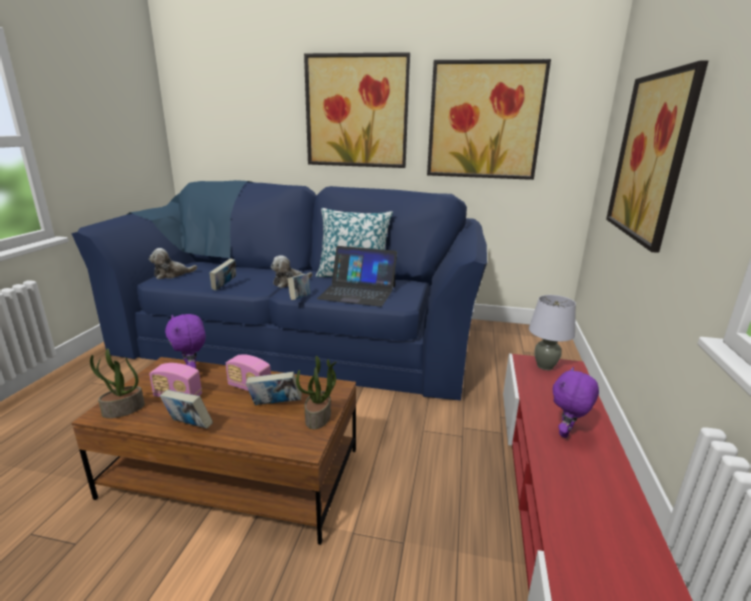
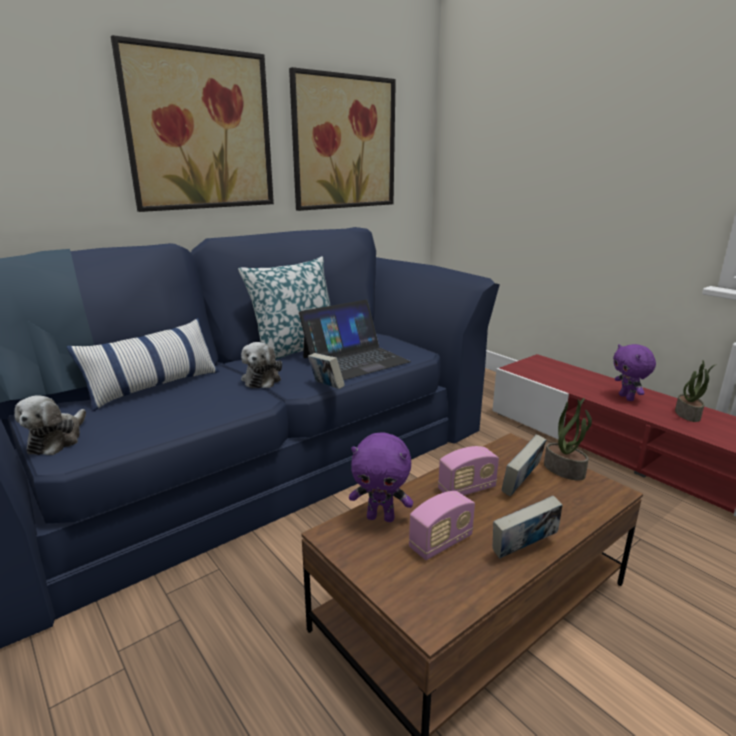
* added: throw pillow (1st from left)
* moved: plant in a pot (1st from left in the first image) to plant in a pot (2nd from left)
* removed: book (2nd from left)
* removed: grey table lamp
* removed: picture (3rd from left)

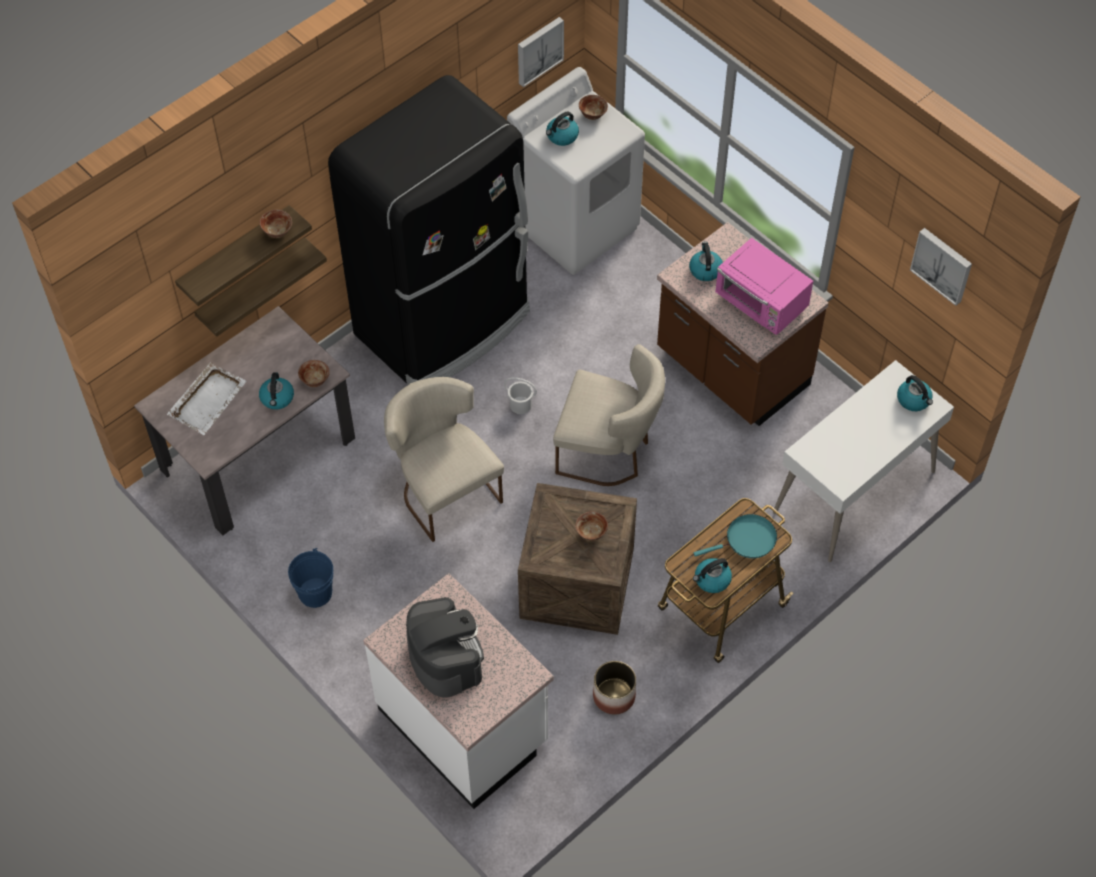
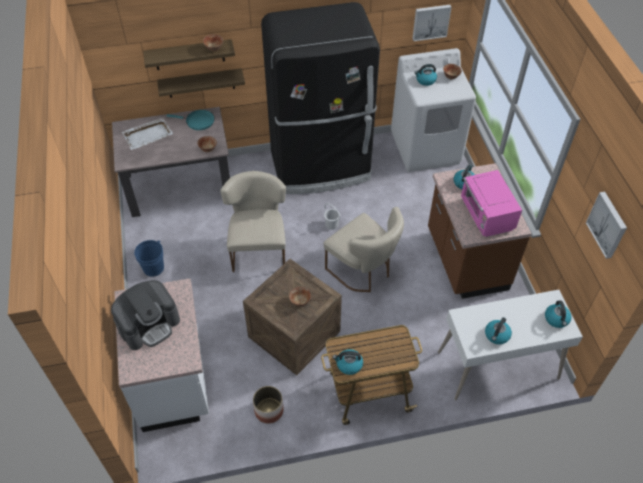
* turned: coffee machine 45 degrees clockwise
* moved: blue-green frying pan
* moved: tea kettle (1st from left in the first image) to tea kettle (4th from left)

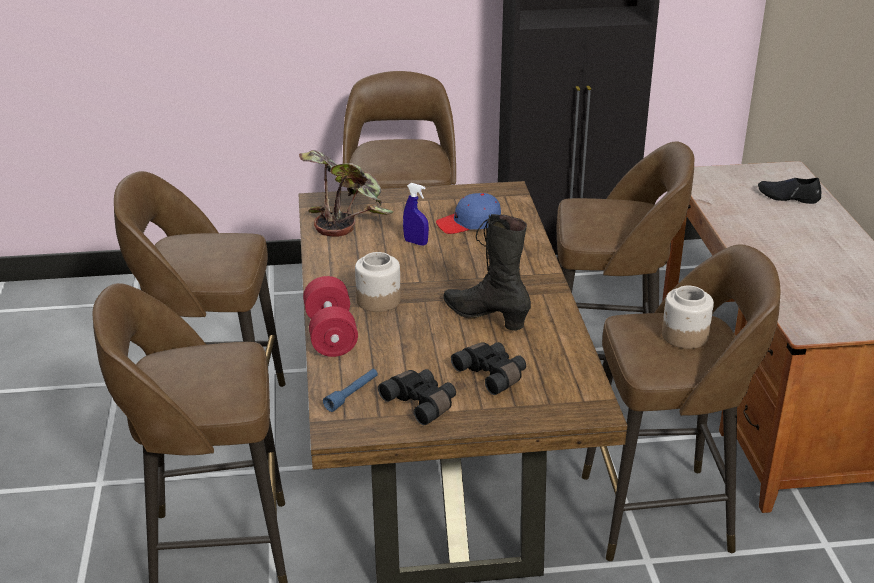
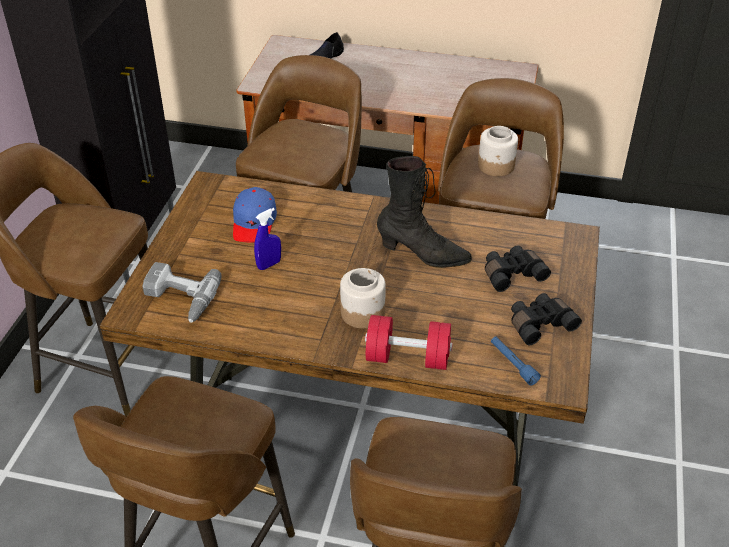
* replaced: plant in a pot to power drill
* turned: black boot 135 degrees counterclockwise

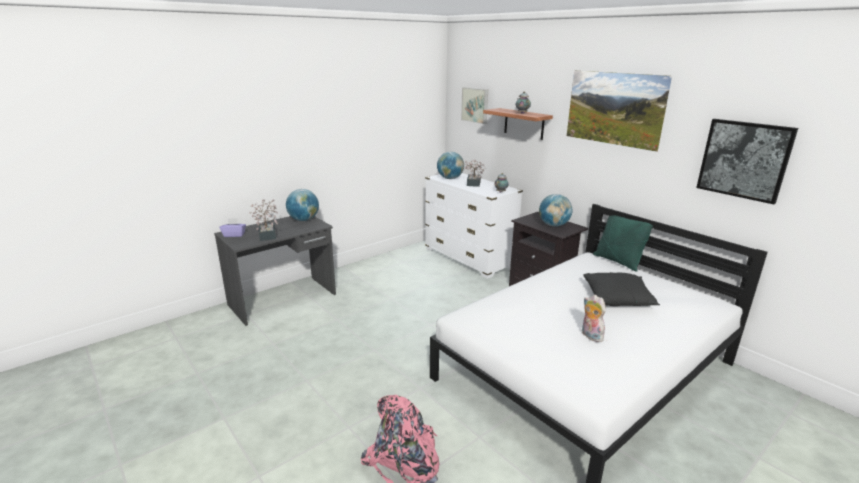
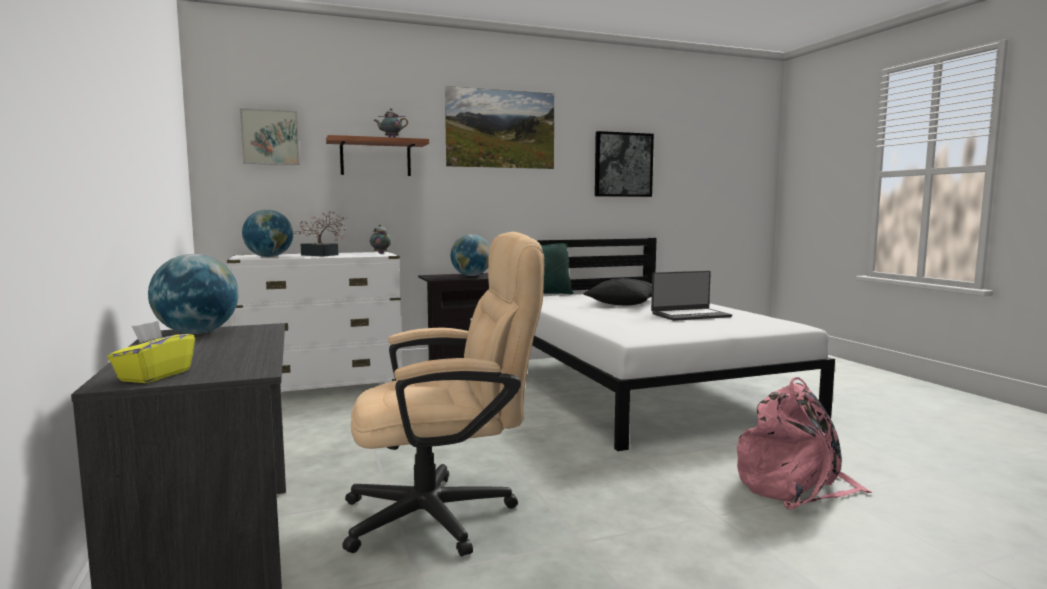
* recoloured: purple-coloured tissue box to yellow-coloured tissue box
* added: beige-coloured computer chair
* replaced: plush toy to laptop
* removed: plant in a pot (1st from left)

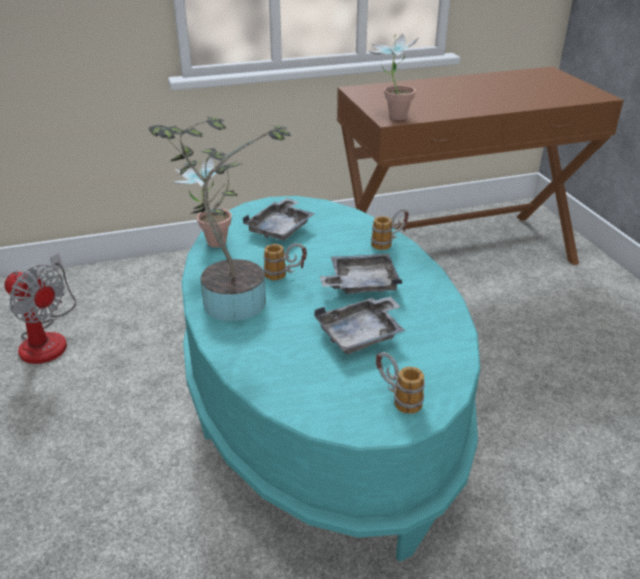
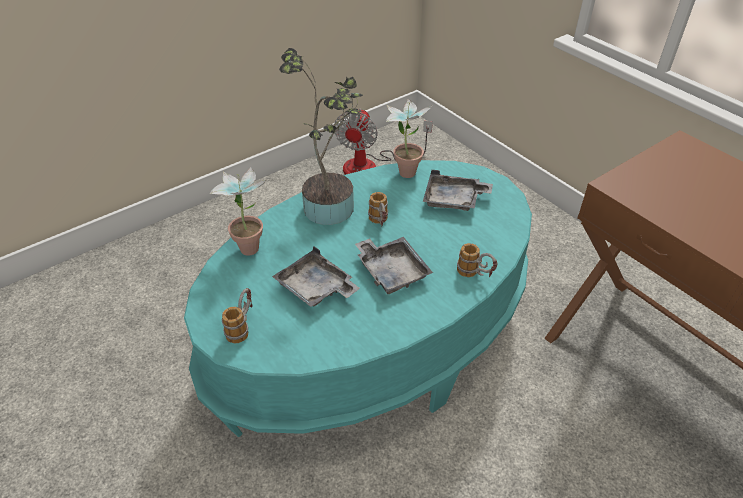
* moved: plant in a pot (3rd from left in the first image) to plant in a pot (1st from left)

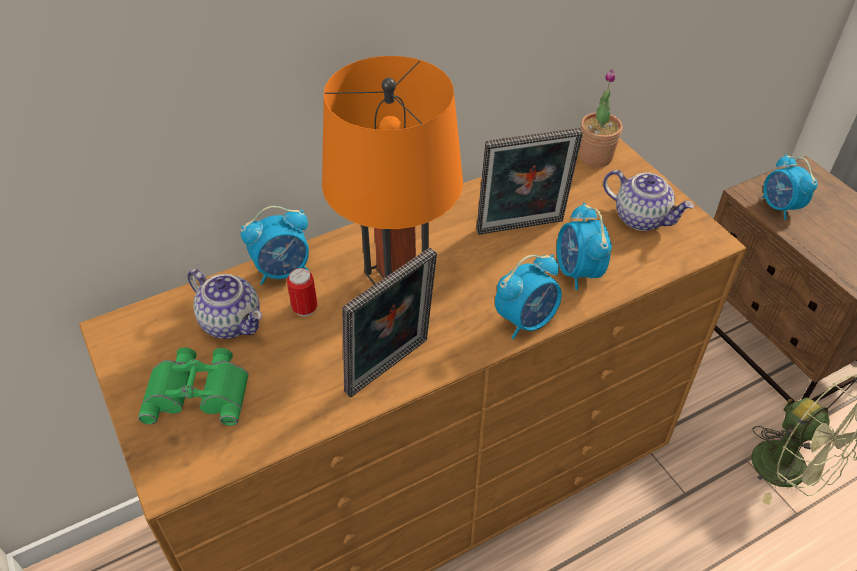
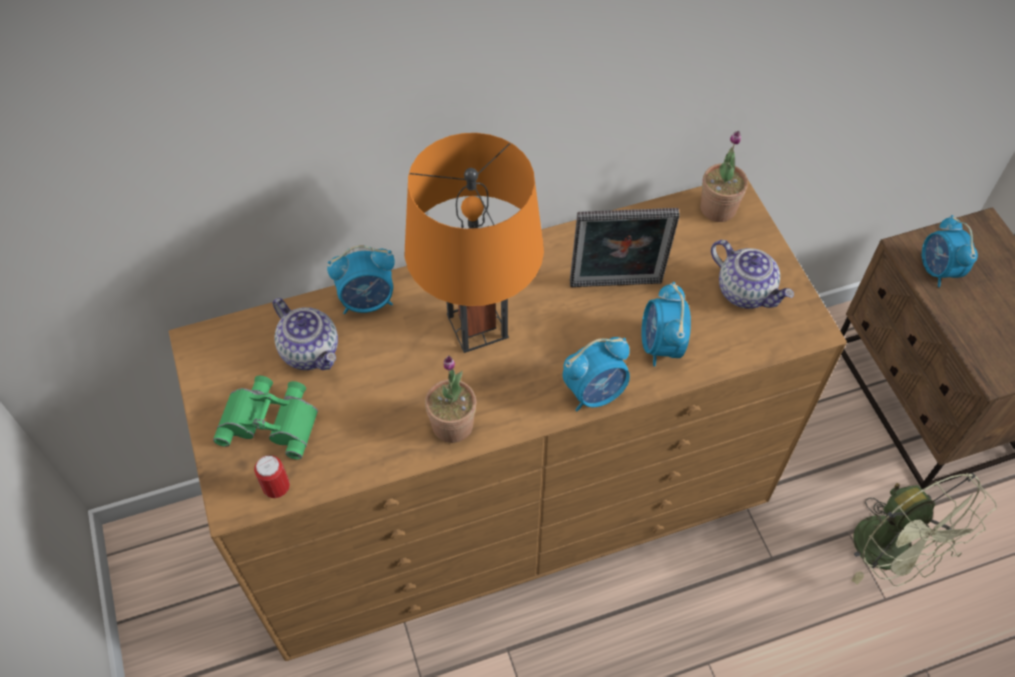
* moved: can
* replaced: picture frame (1st from left) to plant in a pot (1st from left)

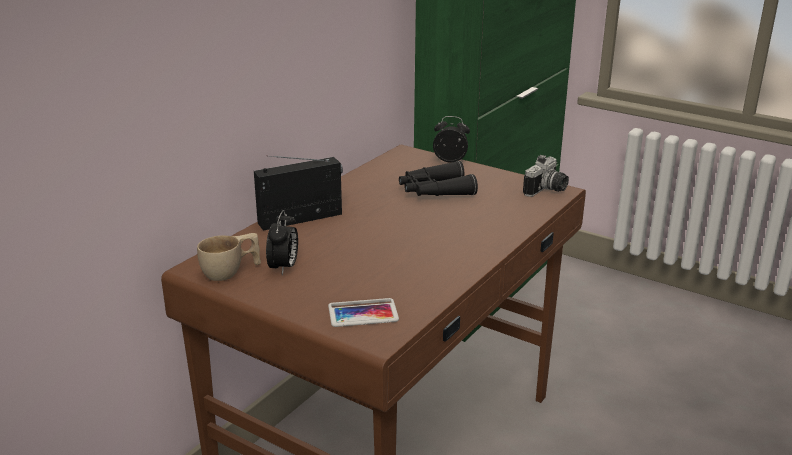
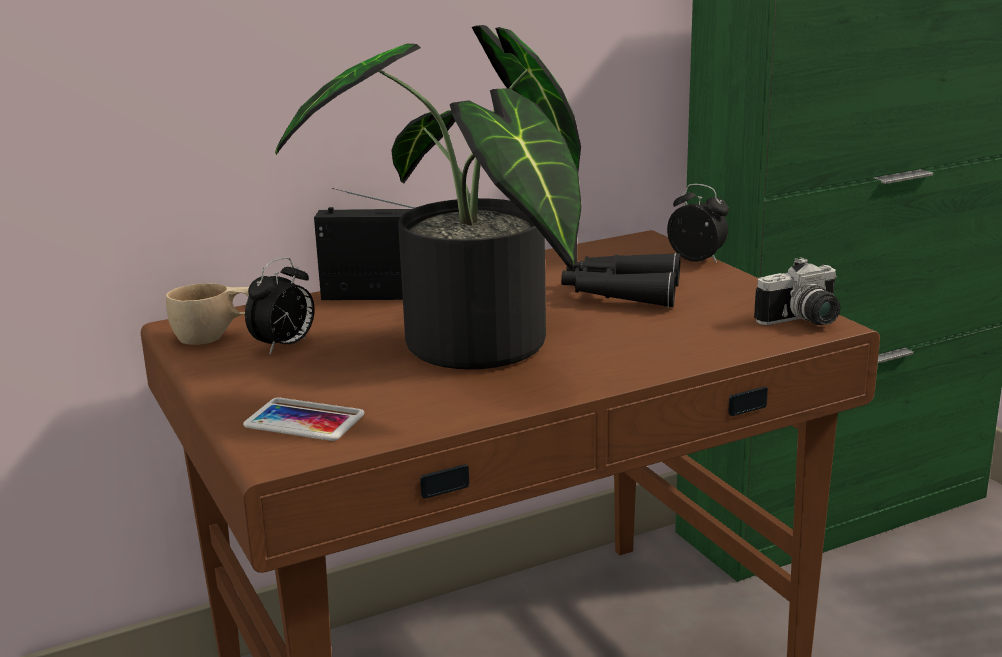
* added: plant in a pot

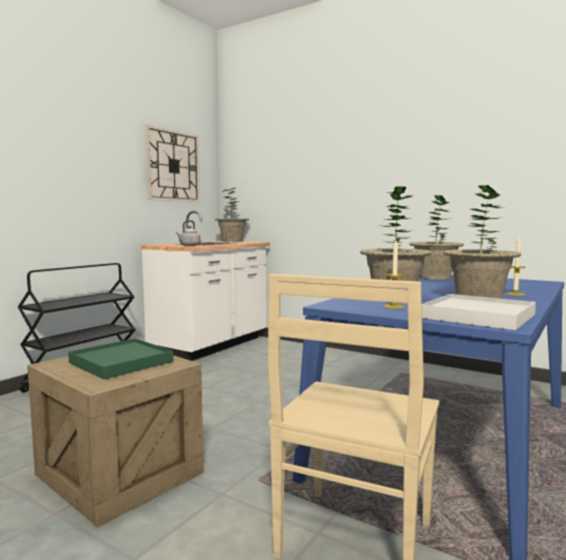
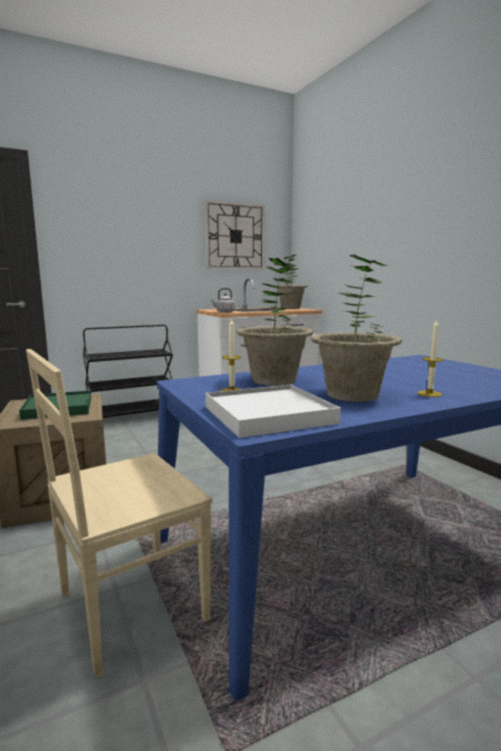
* removed: plant in a pot (3rd from left)

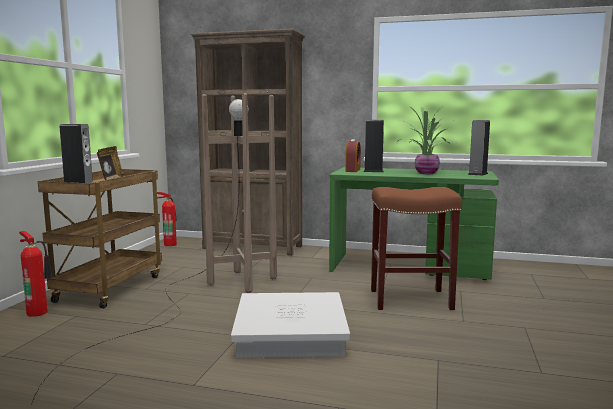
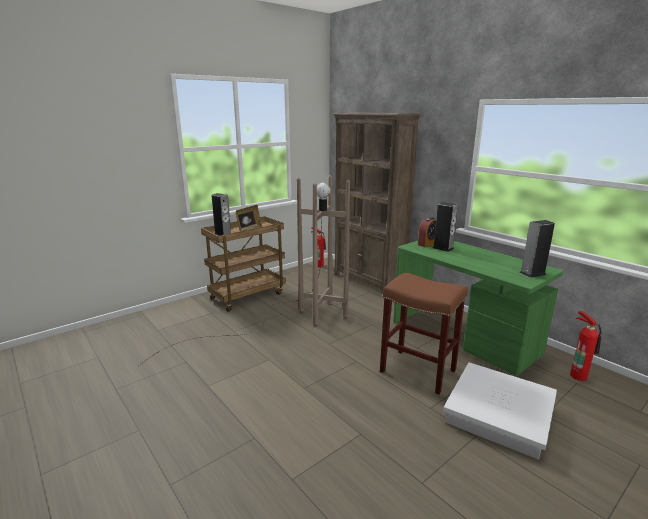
* moved: whitish storage container
* moved: fire extinguisher (1st from left in the first image) to fire extinguisher (2nd from left)
* removed: plant in a pot

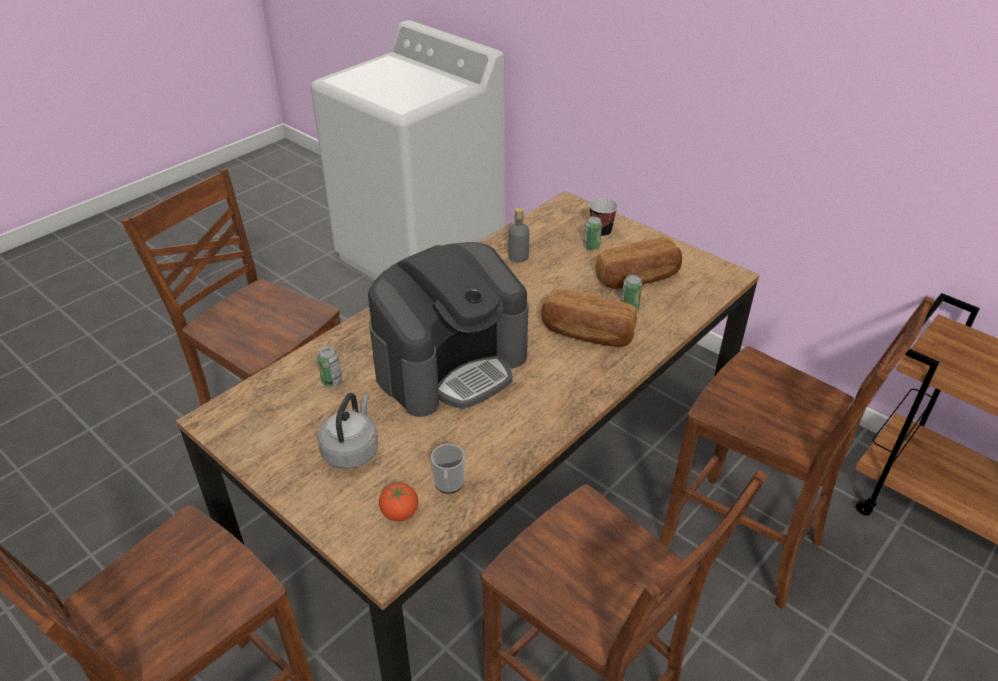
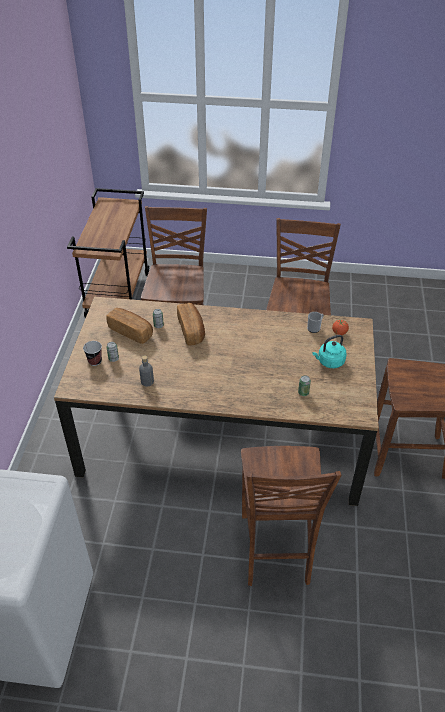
* recoloured: grey tea kettle to blue-green tea kettle
* removed: coffee machine

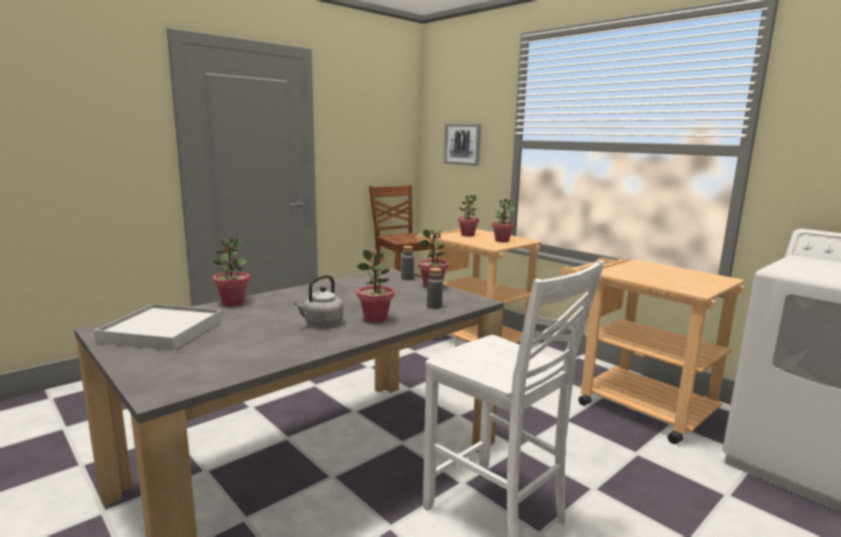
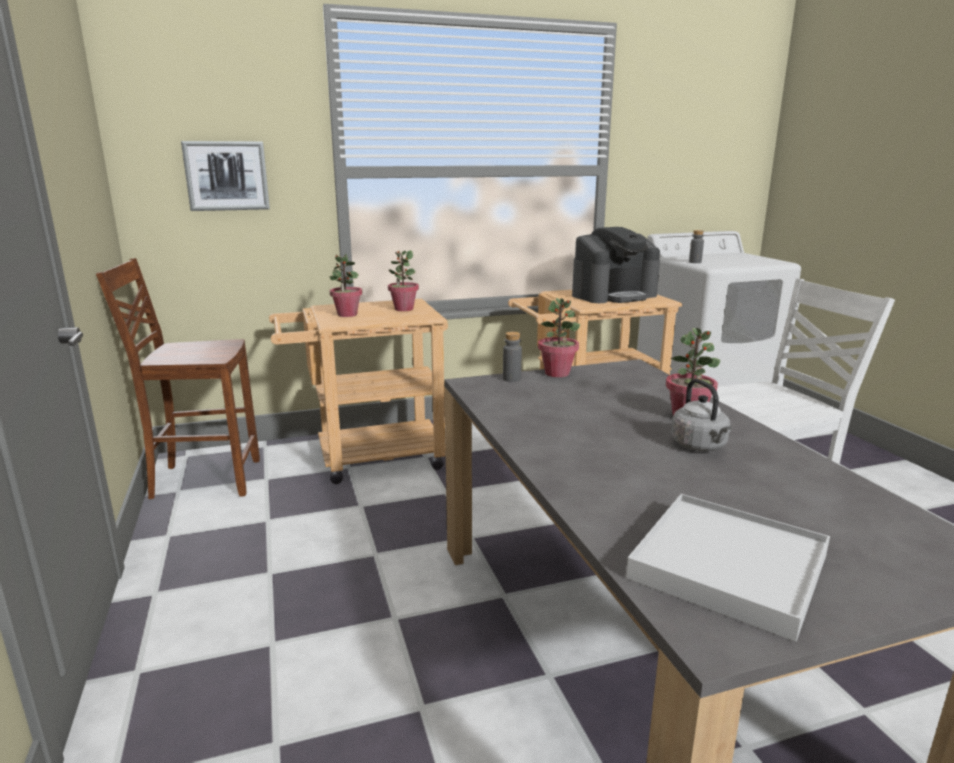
* added: coffee machine
* moved: grey drink bottle (2nd from left)
* removed: plant in a pot (1st from left)

